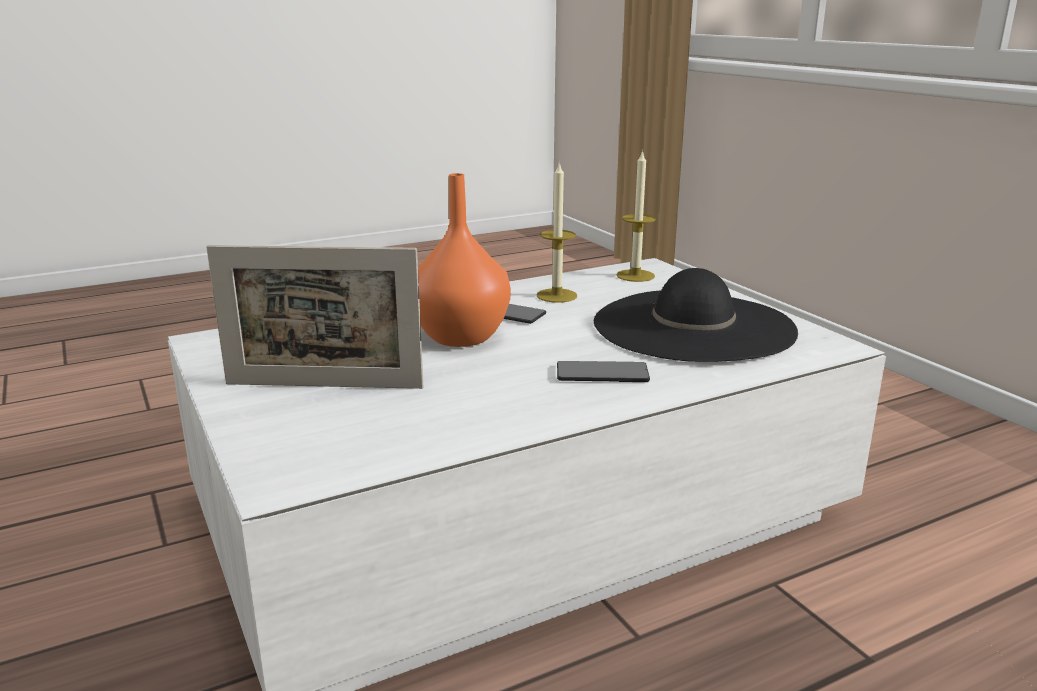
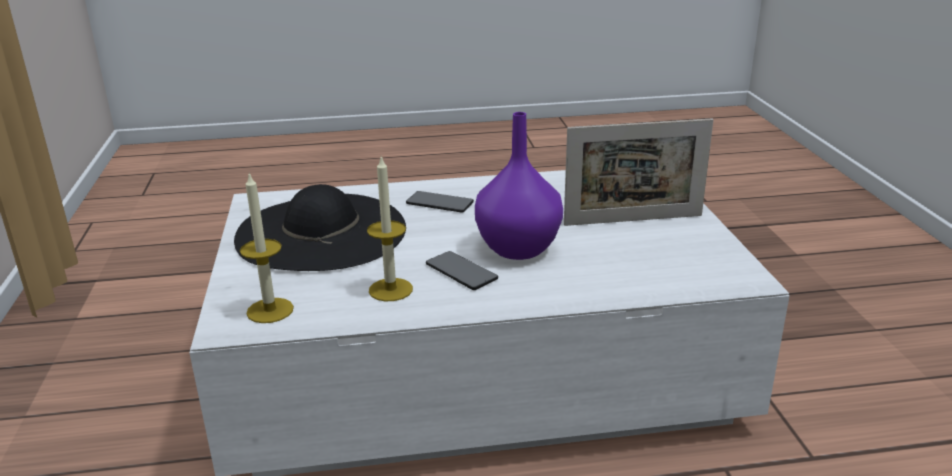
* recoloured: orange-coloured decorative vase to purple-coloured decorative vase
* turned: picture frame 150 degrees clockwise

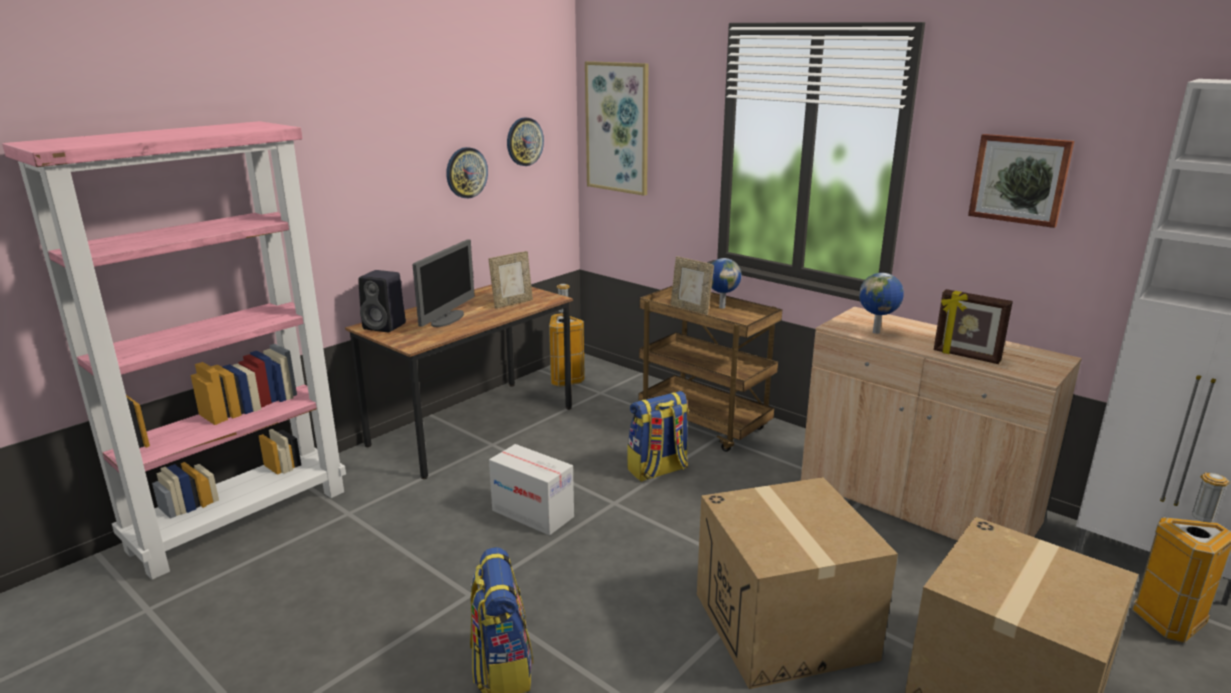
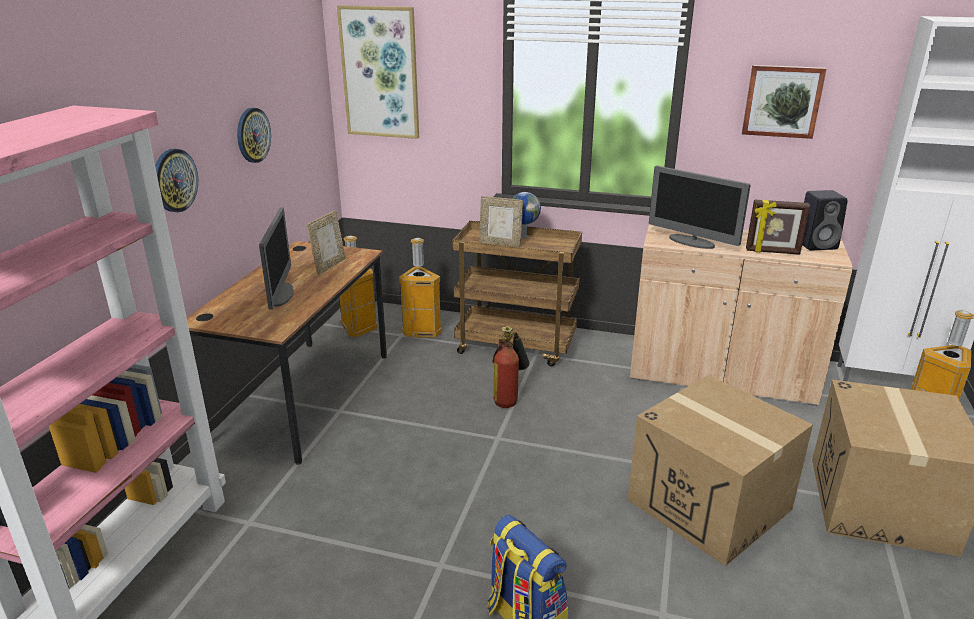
* moved: hanging clock (2nd from left in the first image) to hanging clock (1st from left)
* added: trash can (2nd from left)
* replaced: backpack (2nd from left) to fire extinguisher
* replaced: desk globe (2nd from left) to computer screen (2nd from left)
* moved: black loudspeaker
* removed: cardboard box (1st from left)

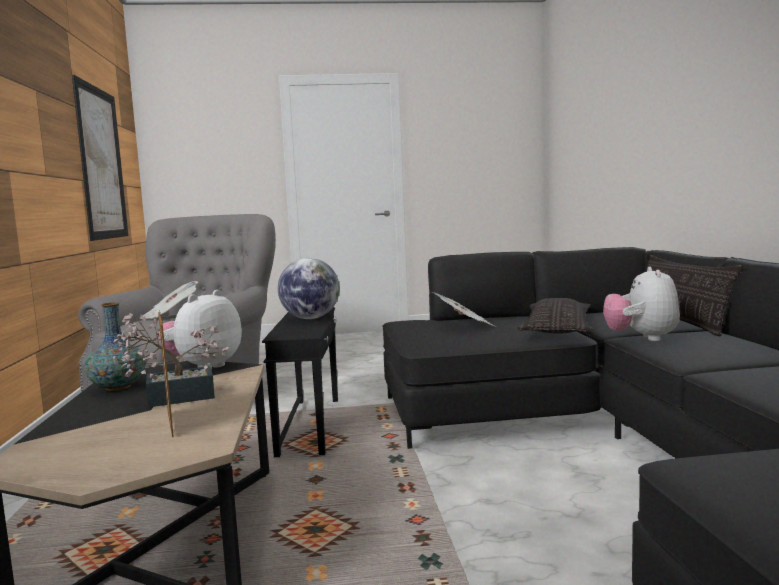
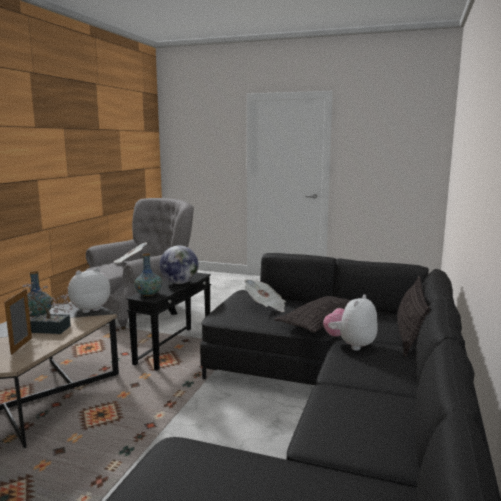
* added: decorative vase (2nd from left)
* removed: picture

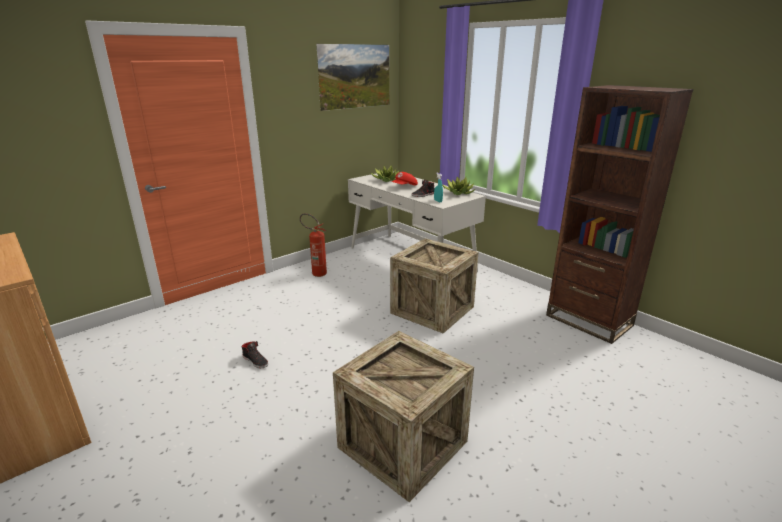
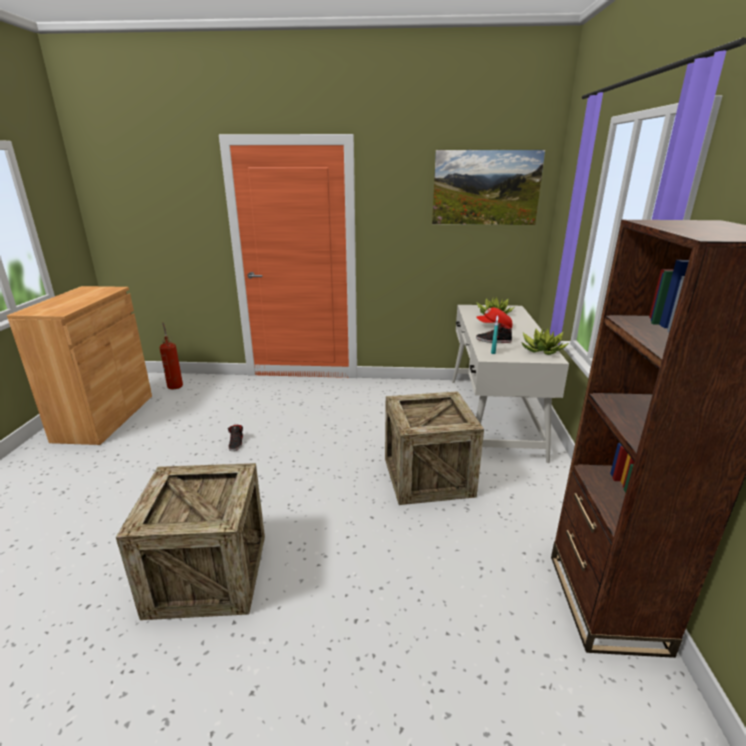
* moved: fire extinguisher

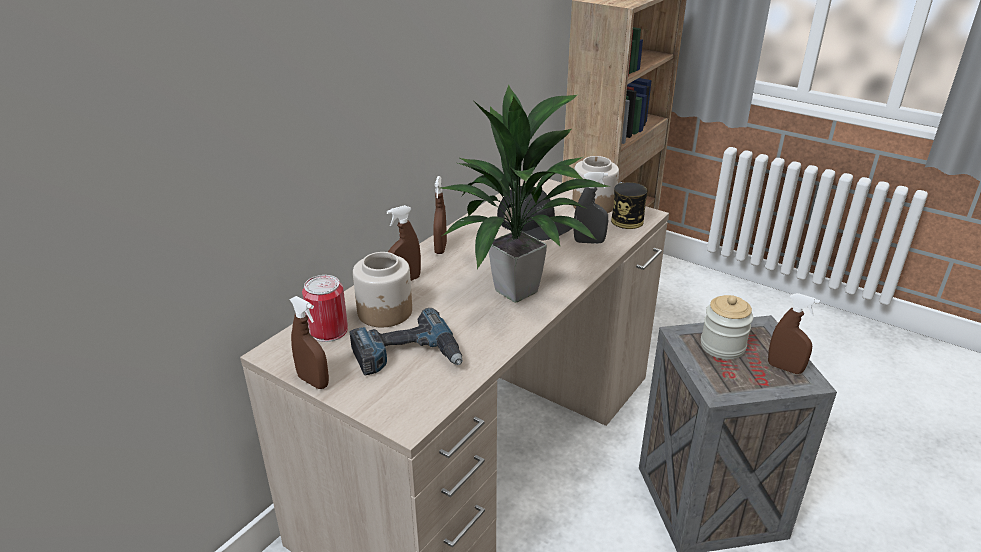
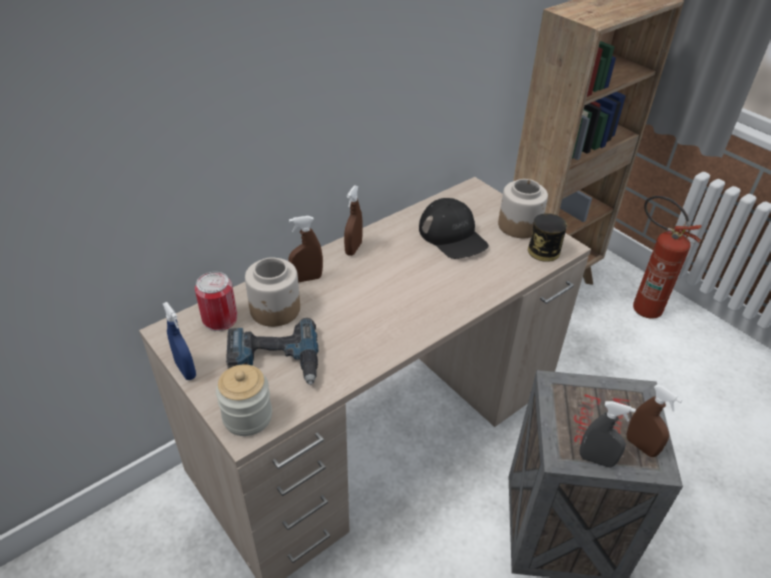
* recoloured: brownish hand sprayer (1st from left) to blue-coloured hand sprayer
* moved: storage jar (3rd from left in the first image) to storage jar (1st from left)
* moved: grey hand sprayer
* added: fire extinguisher
* removed: plant in a pot

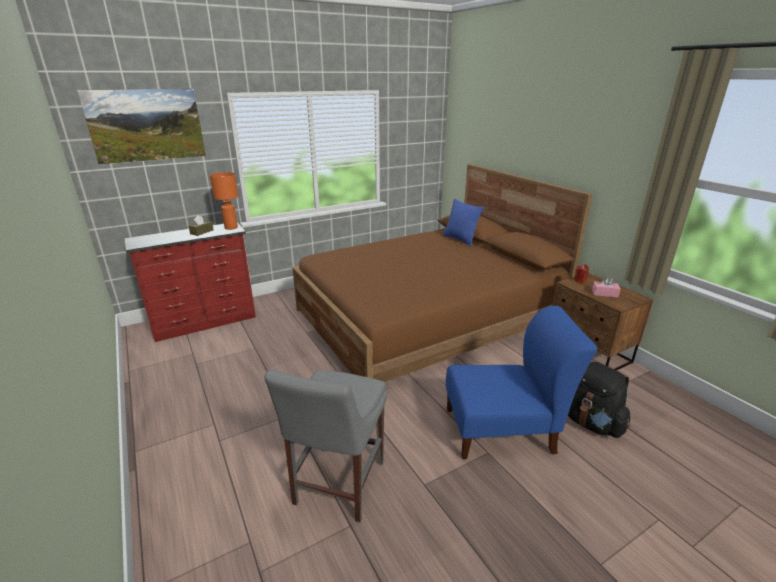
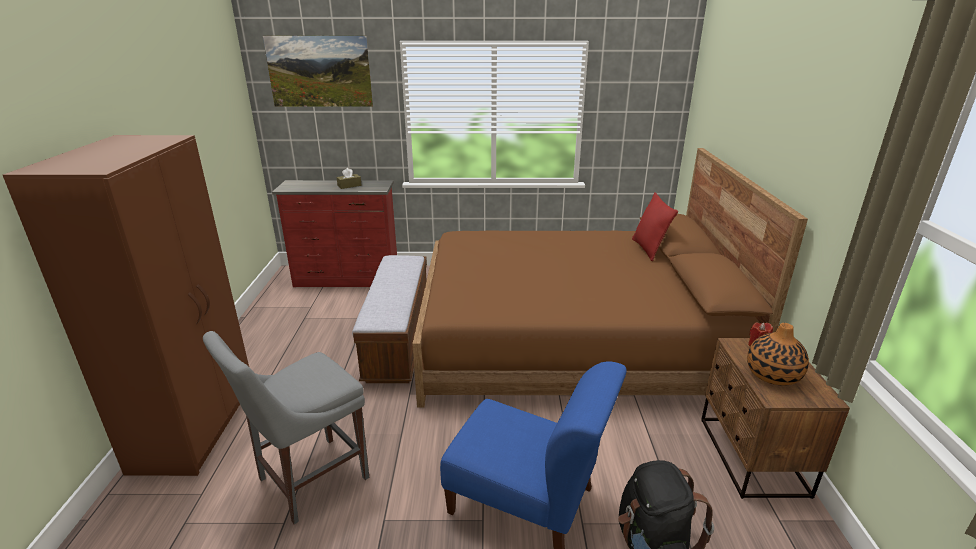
* added: brownish wardrobe
* added: indoor bench
* recoloured: blue-coloured throw pillow to red throw pillow
* replaced: pink-coloured tissue box to decorative vase
* removed: orange-coloured table lamp

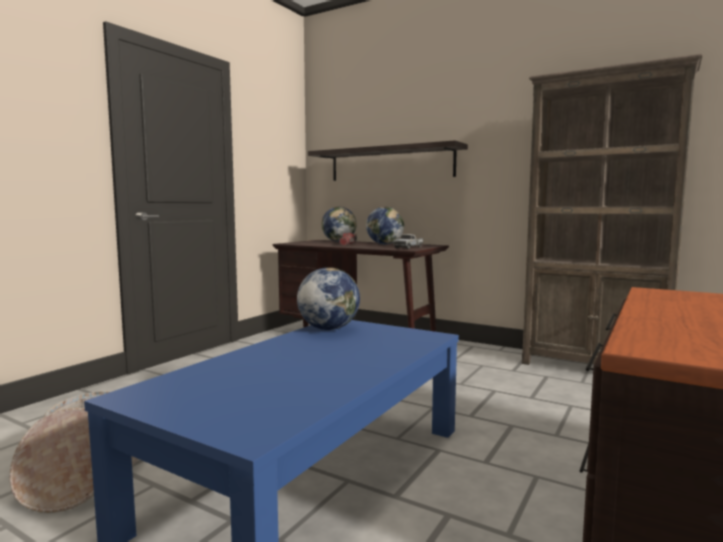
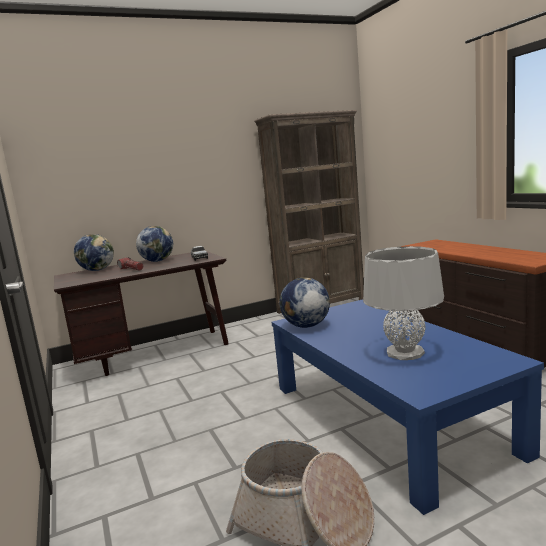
* added: grey table lamp
* removed: shelf

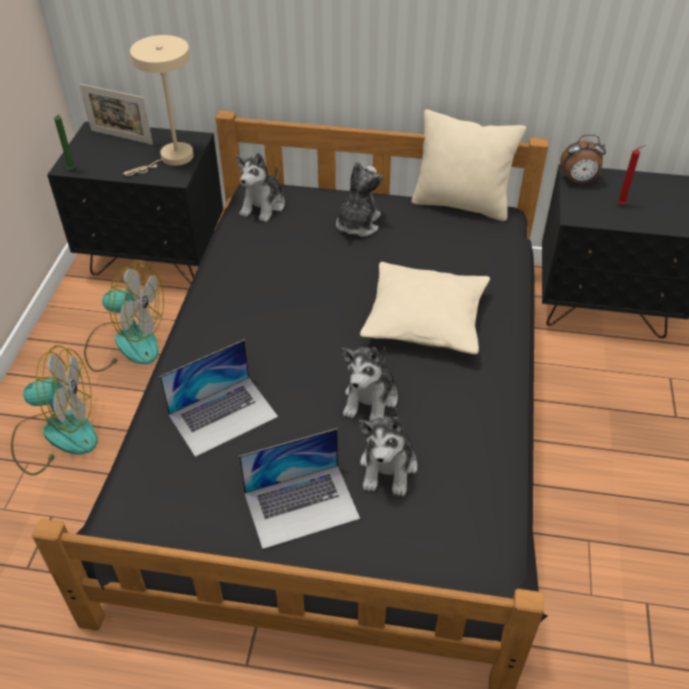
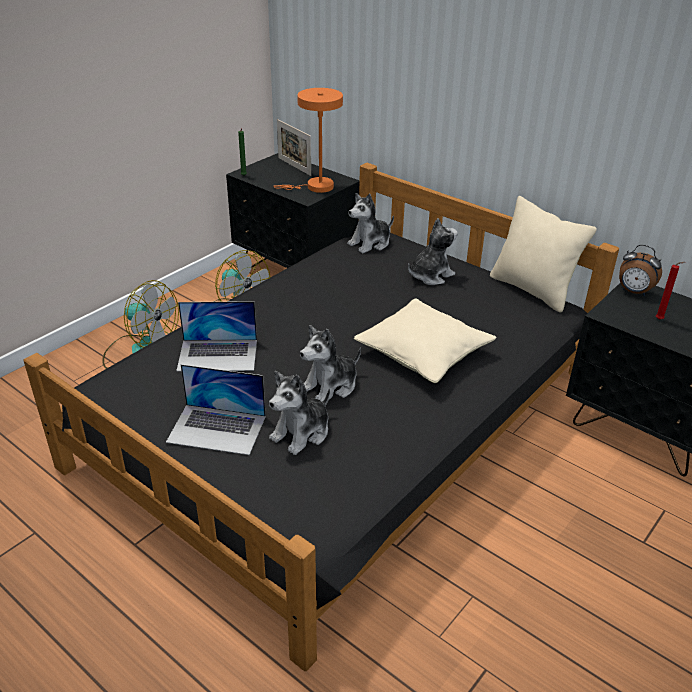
* recoloured: beige-coloured table lamp to orange-coloured table lamp

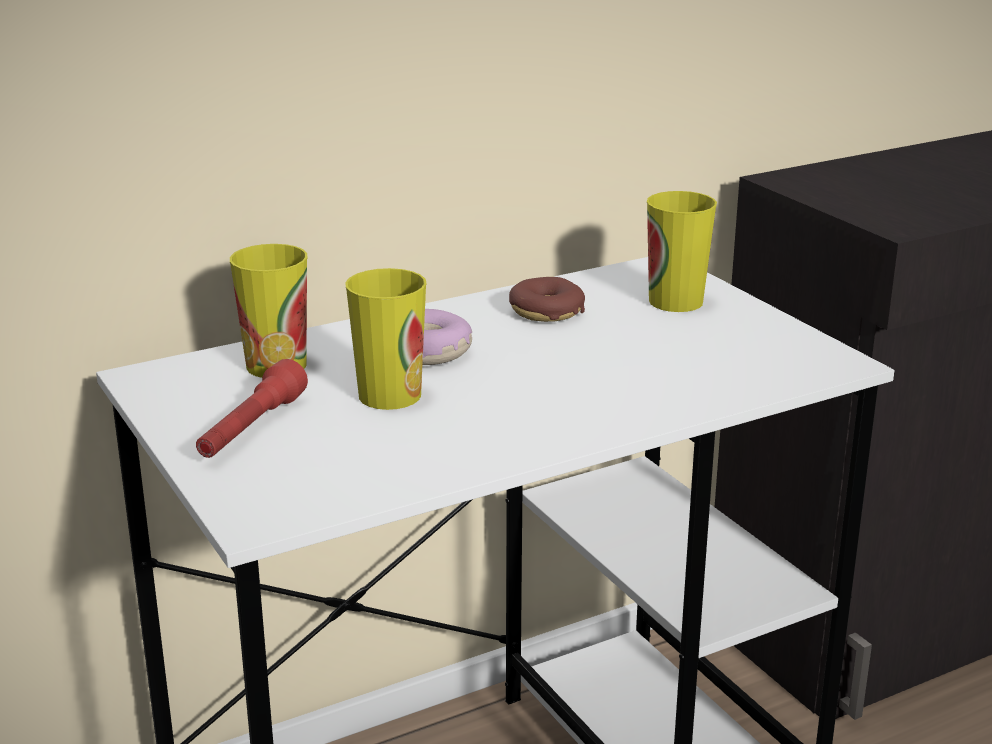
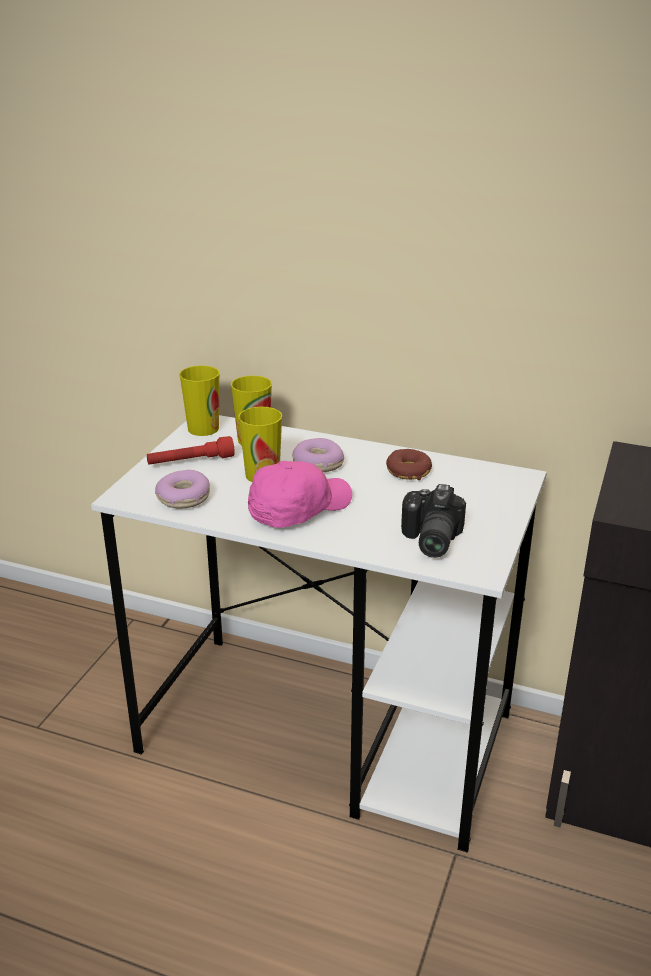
* added: doughnut (1st from left)
* moved: drinking cup (3rd from left in the first image) to drinking cup (1st from left)
* added: pink-coloured baseball cap
* added: still camera

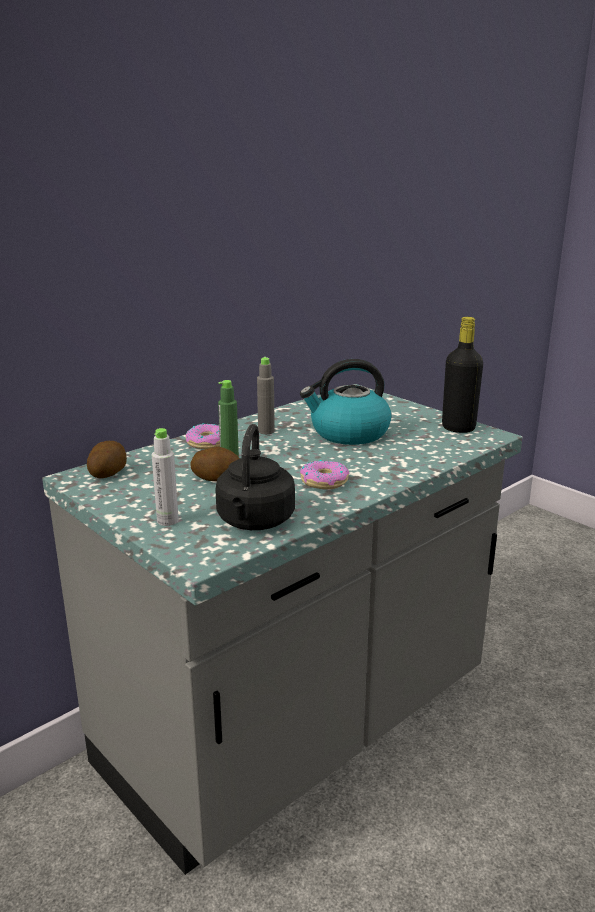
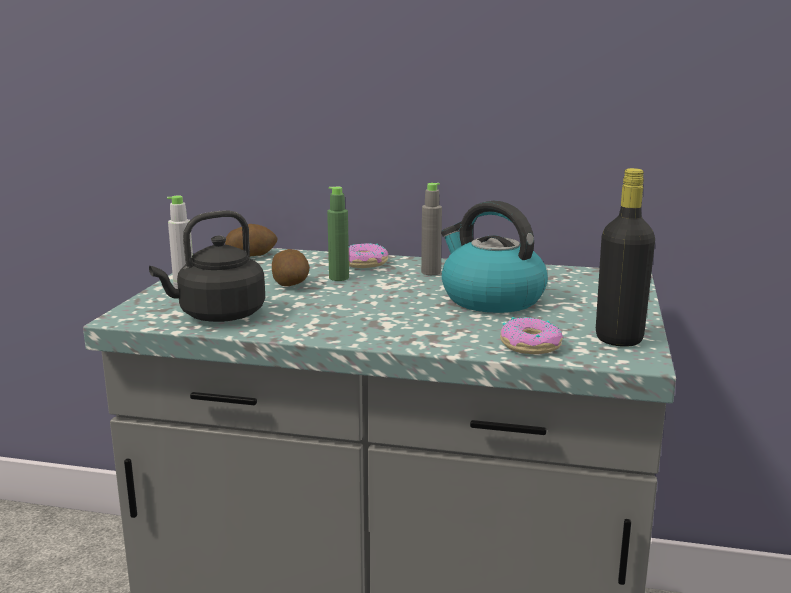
* moved: doughnut (2nd from left)

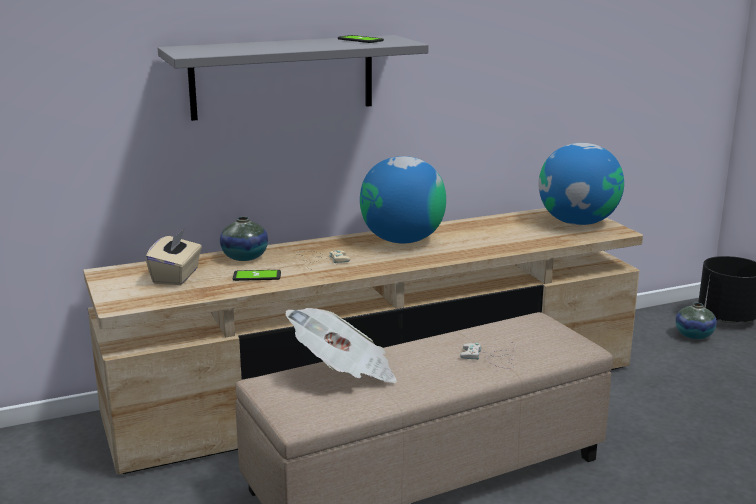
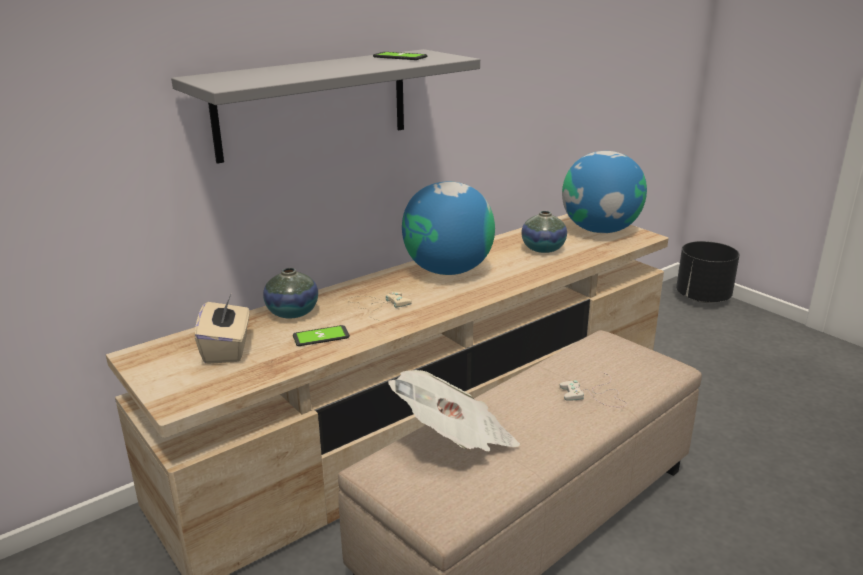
* moved: decorative vase (2nd from left)

